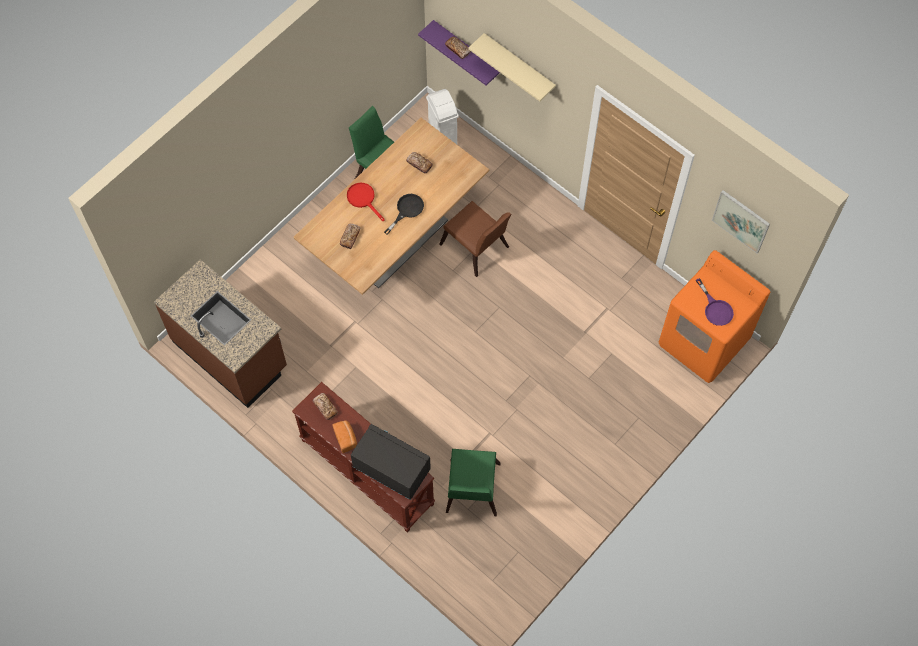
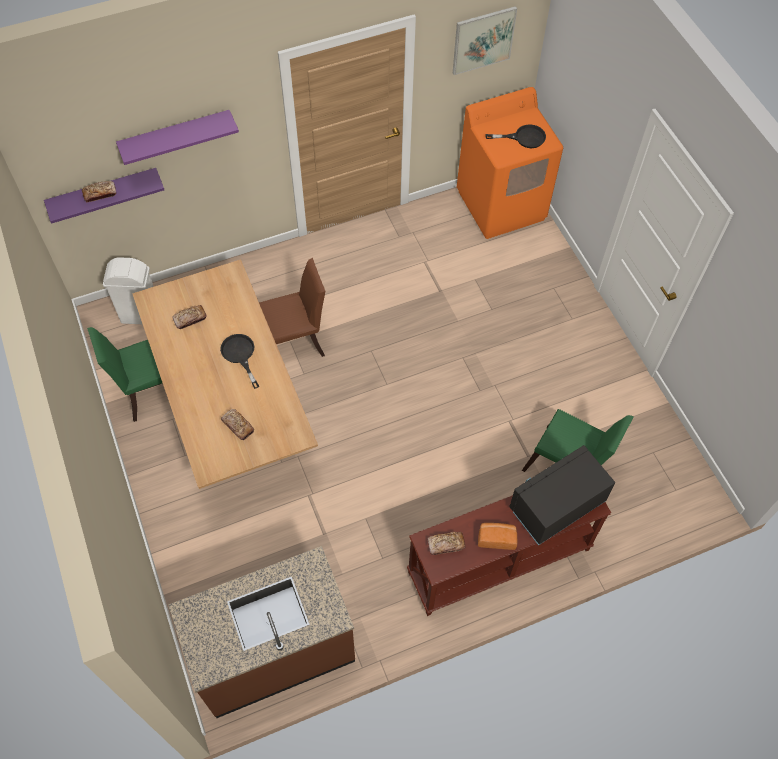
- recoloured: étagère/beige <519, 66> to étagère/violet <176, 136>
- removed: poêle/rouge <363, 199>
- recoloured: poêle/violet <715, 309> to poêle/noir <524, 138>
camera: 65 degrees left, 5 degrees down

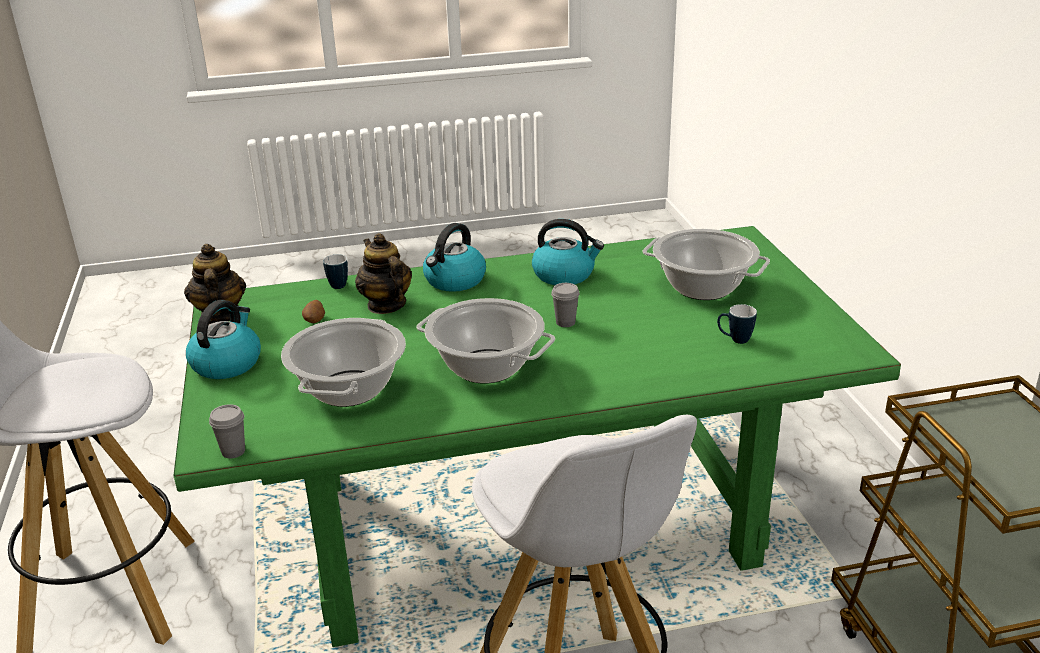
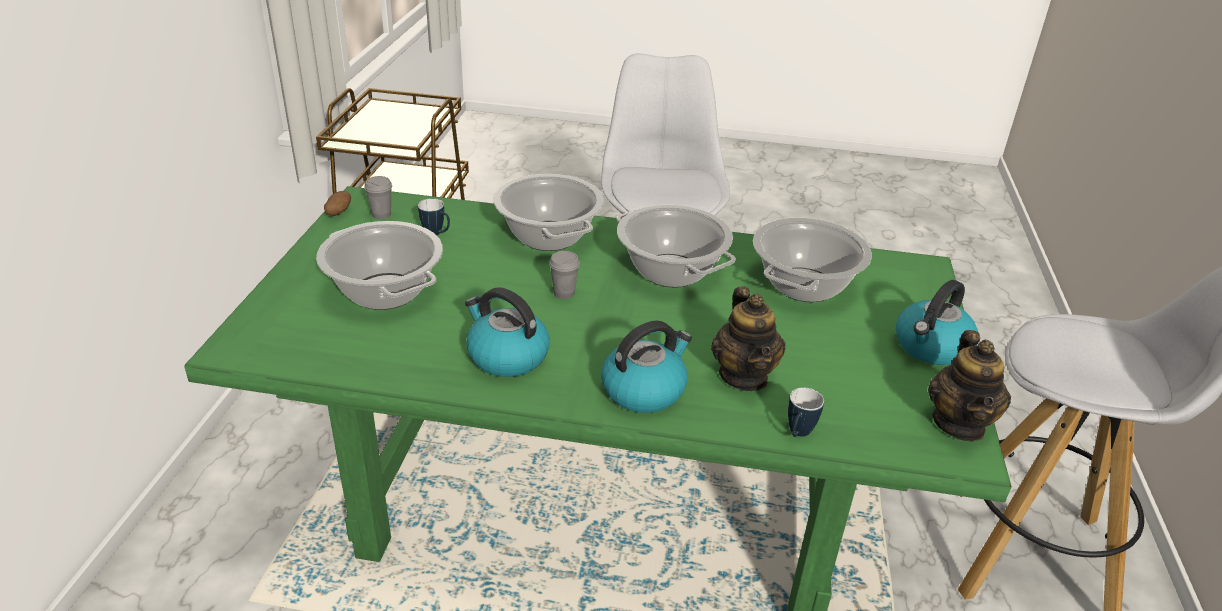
- moved: pomme de terre <315, 322> to <338, 213>
- moved: tasse/gris <233, 451> to <381, 215>
- added: marmite <548, 236>
camera: 160 degrees left, 5 degrees up

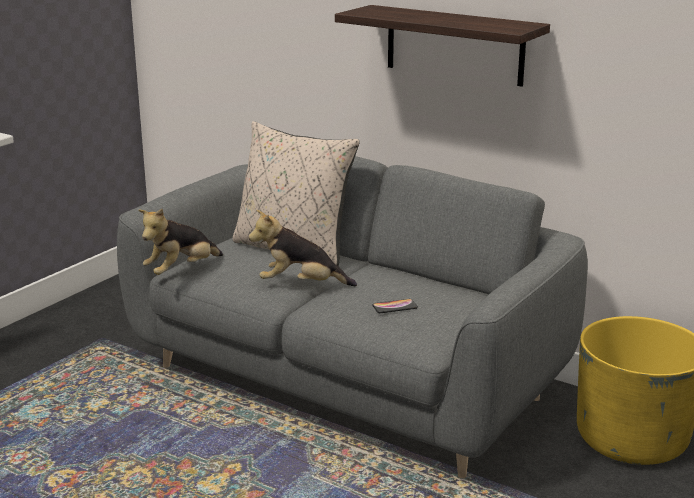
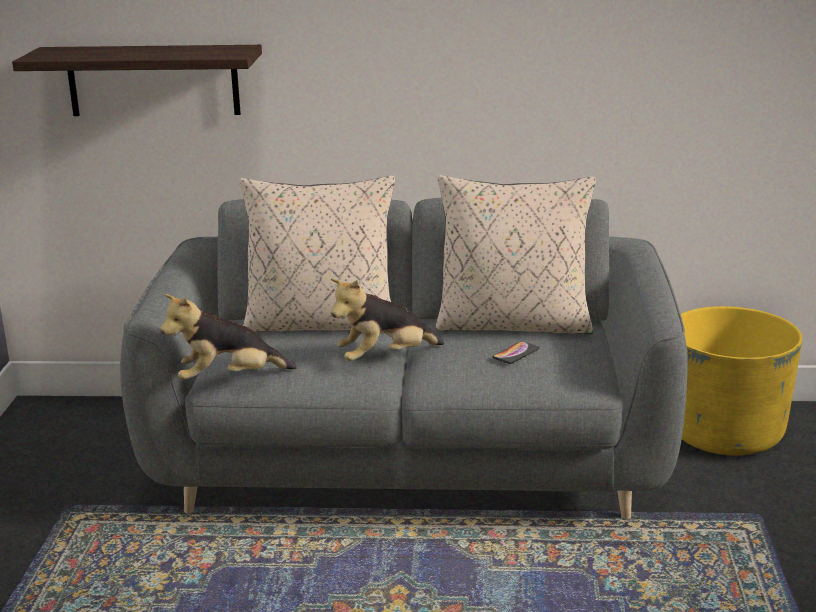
- moved: étagère <454, 45> to <153, 80>
- turned: peluche <181, 270> = <228, 379> 60 degrees clockwise
- added: coussin/beige <514, 324>
camera: 30 degrees left, 0 degrees up

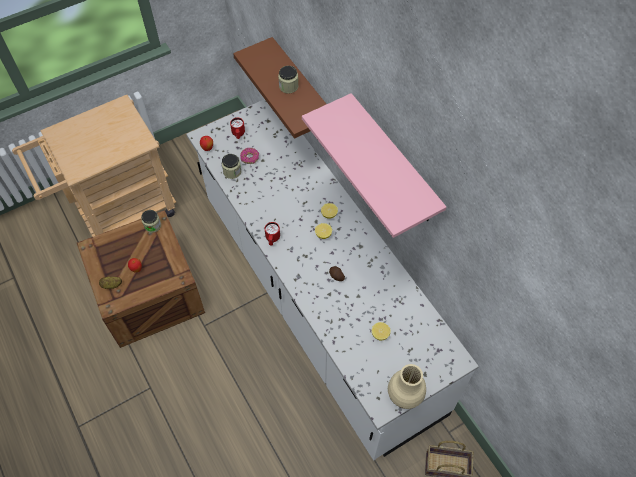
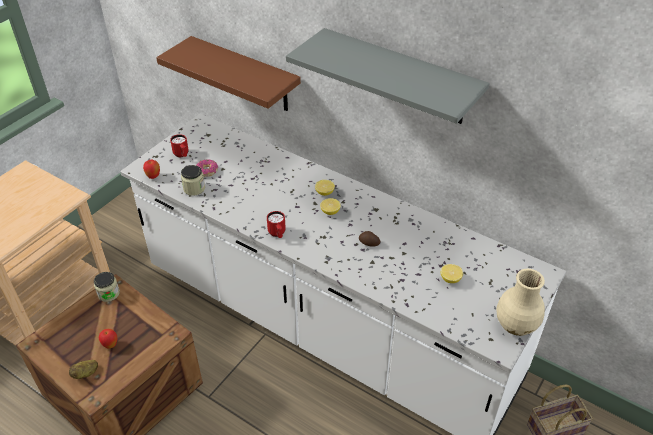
- removed: bocal <288, 86>
- recoloured: étagère/rose <394, 161> to étagère/gris <400, 77>
camera: 25 degrees left, 15 degrees down

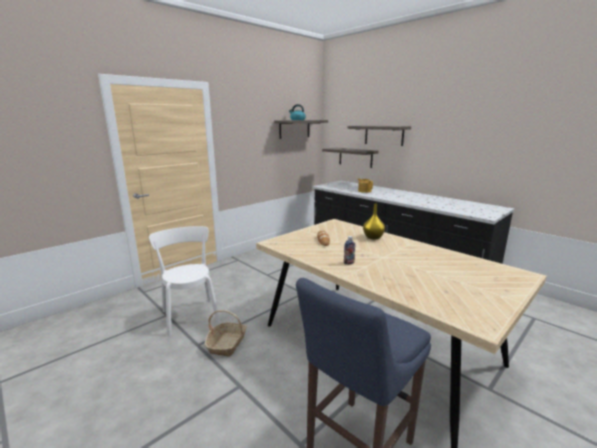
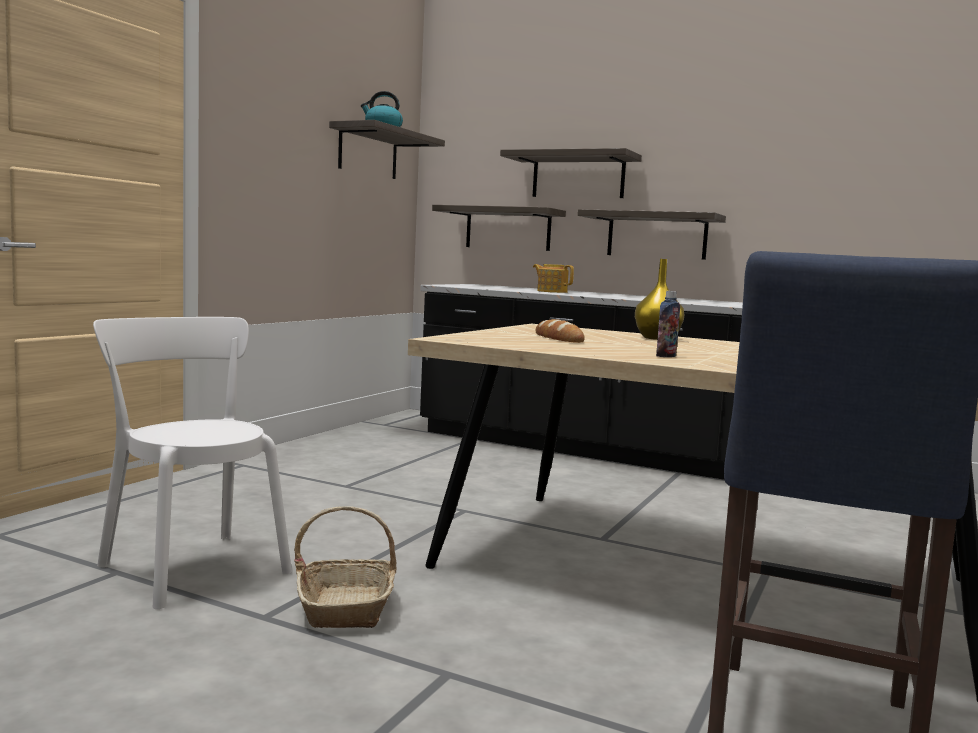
- added: étagère <656, 235>
camera: 20 degrees left, 10 degrees down

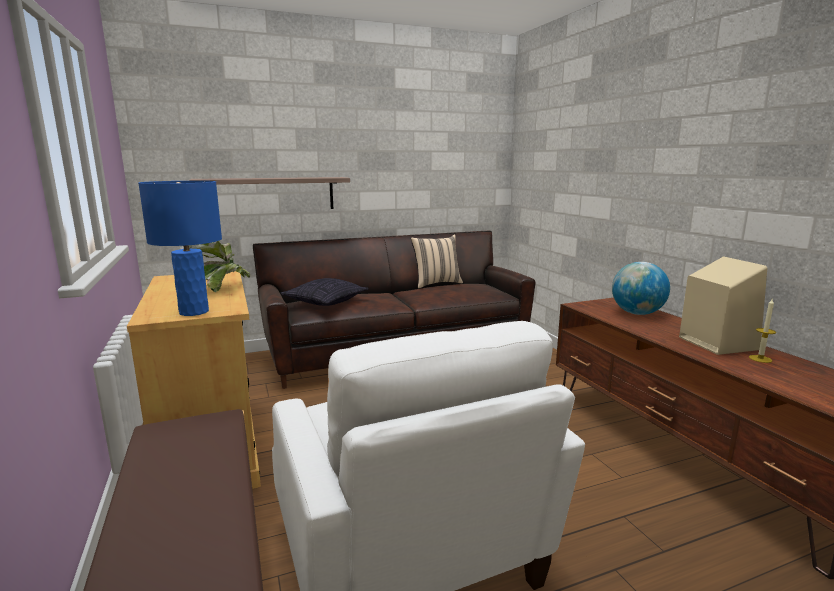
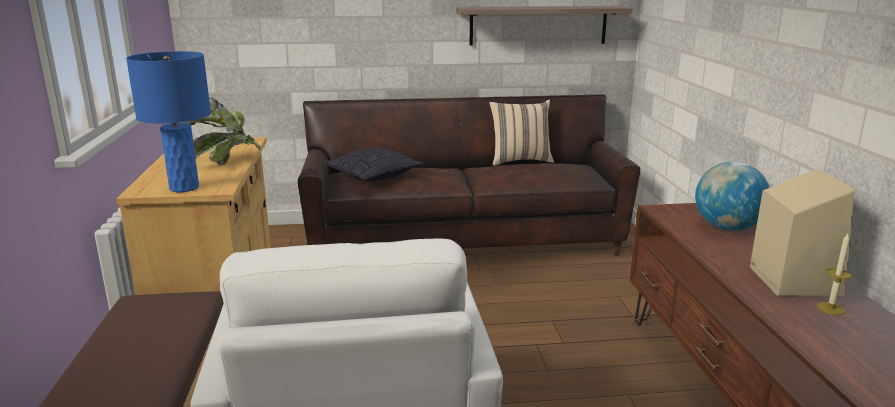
- moved: étagère <272, 194> to <538, 25>
camera: 15 degrees right, 5 degrees up

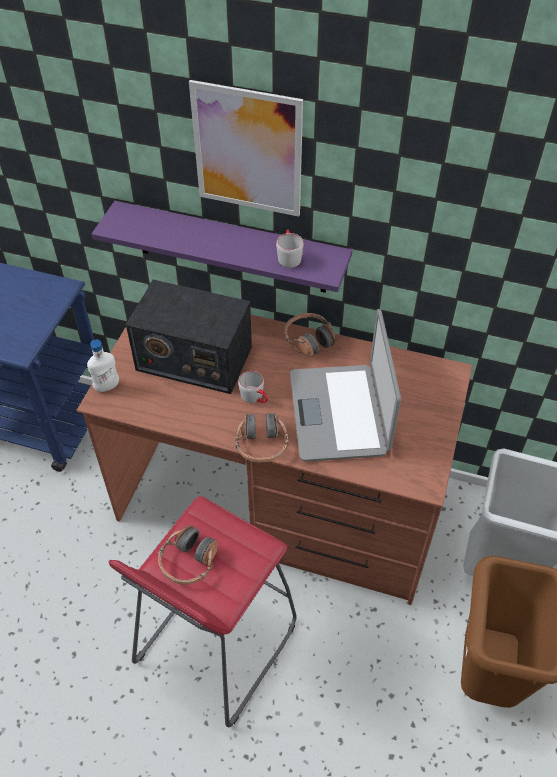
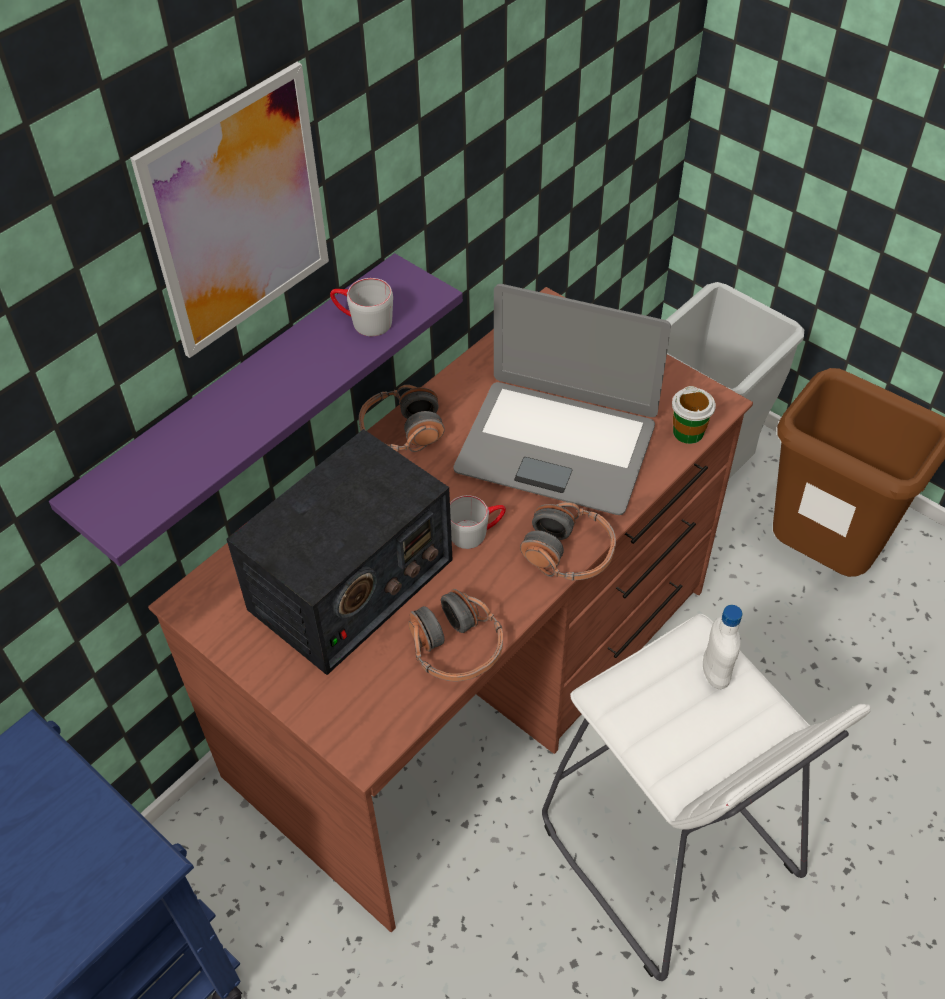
- moved: bouteille/blanc <107, 386> to <715, 673>
- recoloured: tabouret/rouge <215, 643> to tabouret/blanc <668, 852>
- moved: casque audio <188, 561> to <456, 648>
- added: tasse <688, 432>
camera: 65 degrees left, 0 degrees up

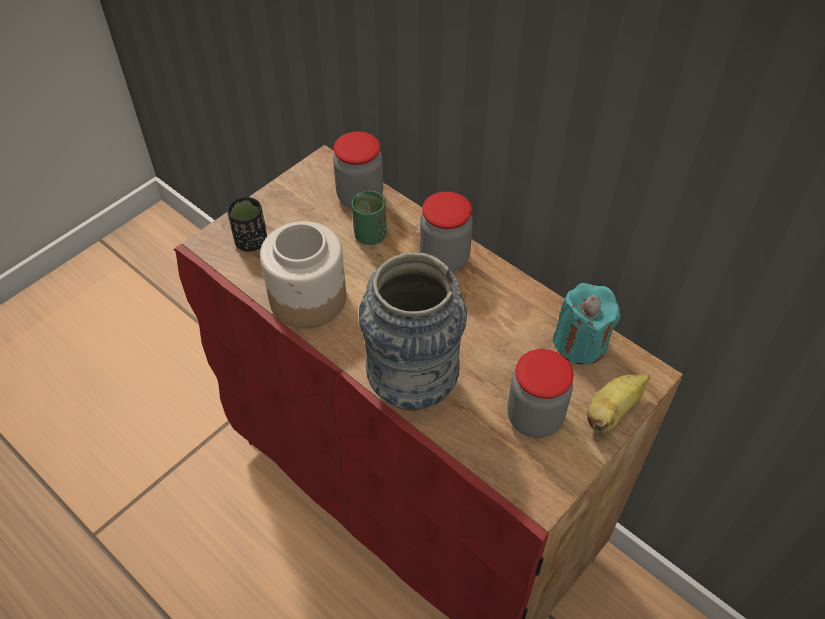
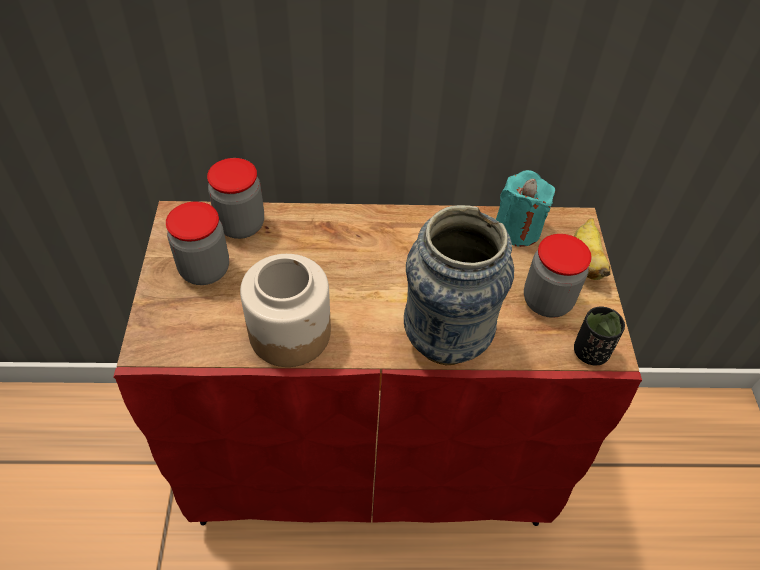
- removed: tasse/vert <370, 235>
- moved: bocal <444, 258> to <205, 270>
- moved: tasse/noir <251, 242> to <590, 352>
camera: 45 degrees left, 0 degrees up

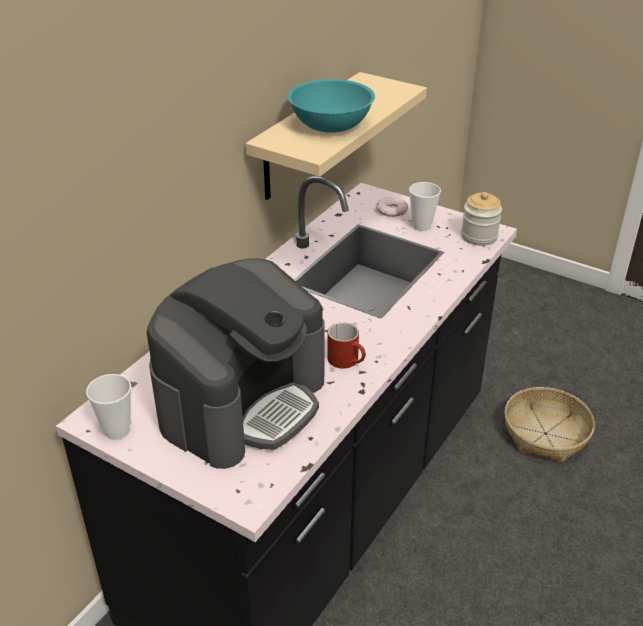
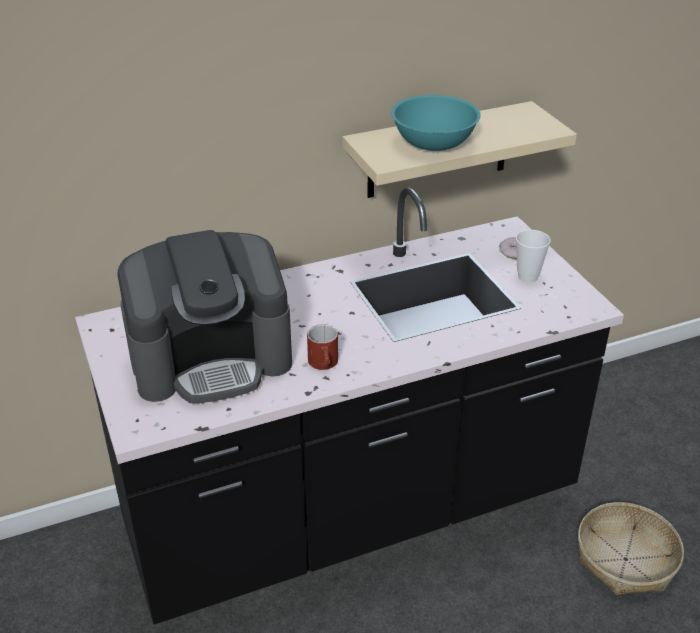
- removed: bocal <479, 236>
- removed: tasse <117, 430>
camera: 35 degrees right, 0 degrees up

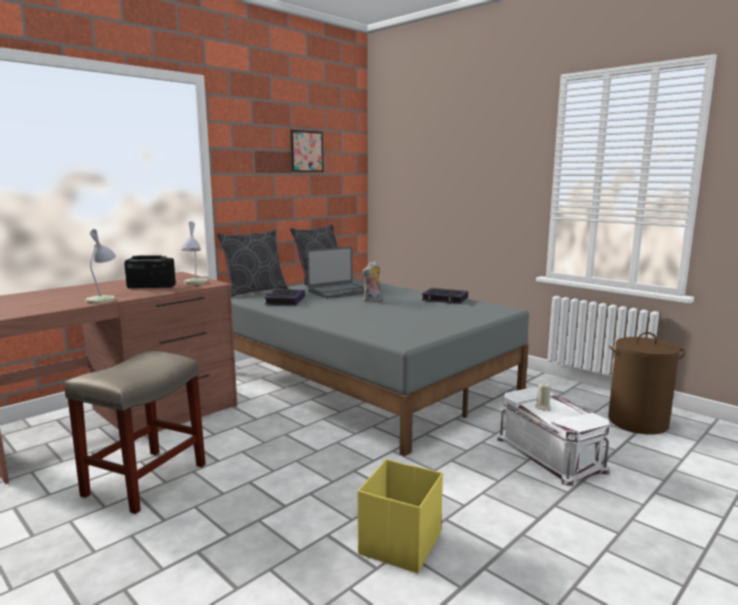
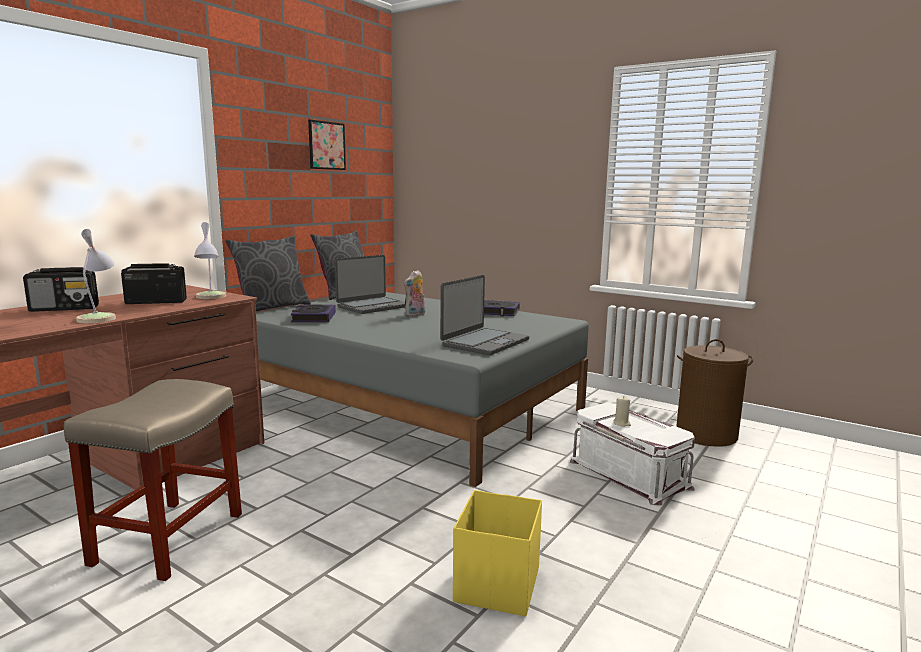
- added: radio <65, 309>
- added: ordinateur portable <484, 342>
camera: 10 degrees left, 0 degrees up

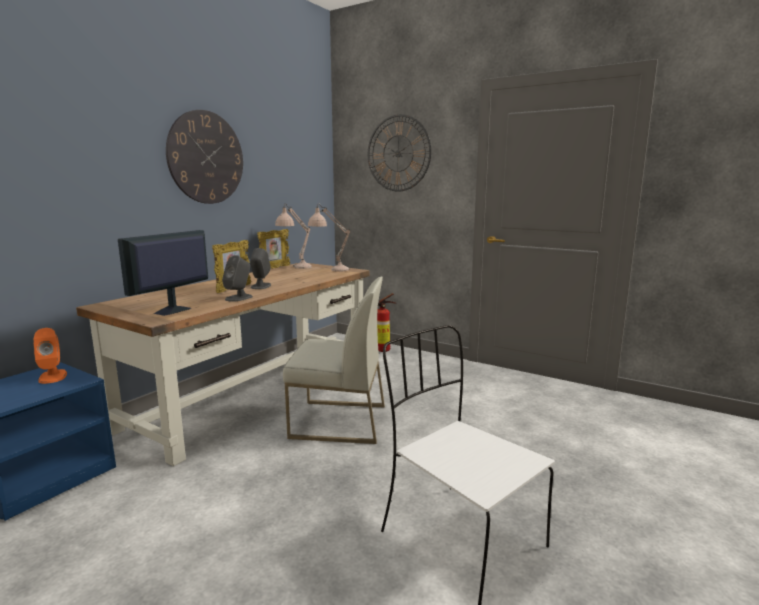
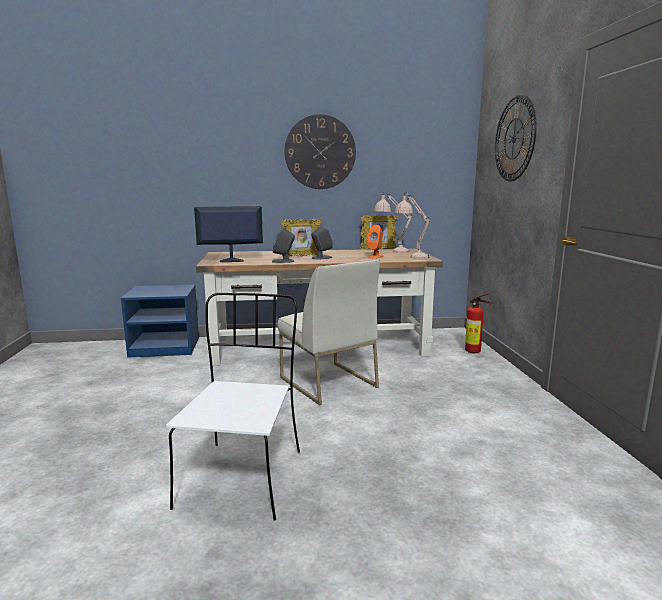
- moved: enceinte/orange <53, 376> to <375, 256>
camera: 50 degrees right, 0 degrees up

